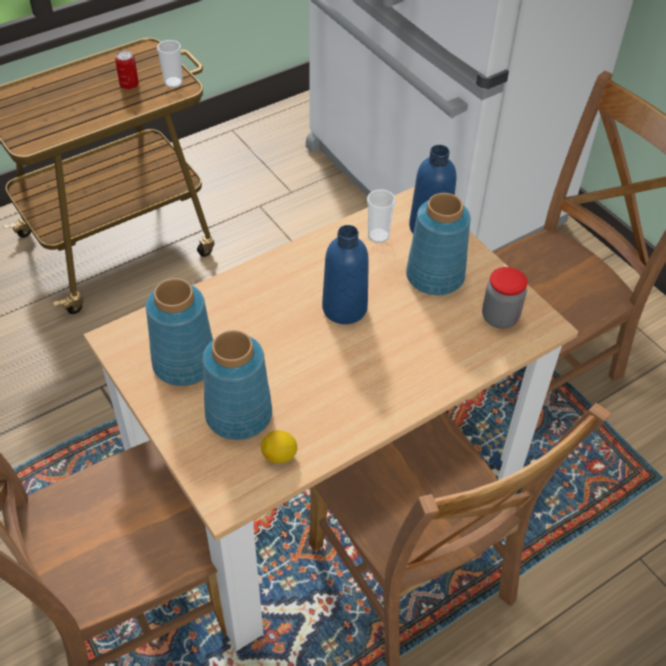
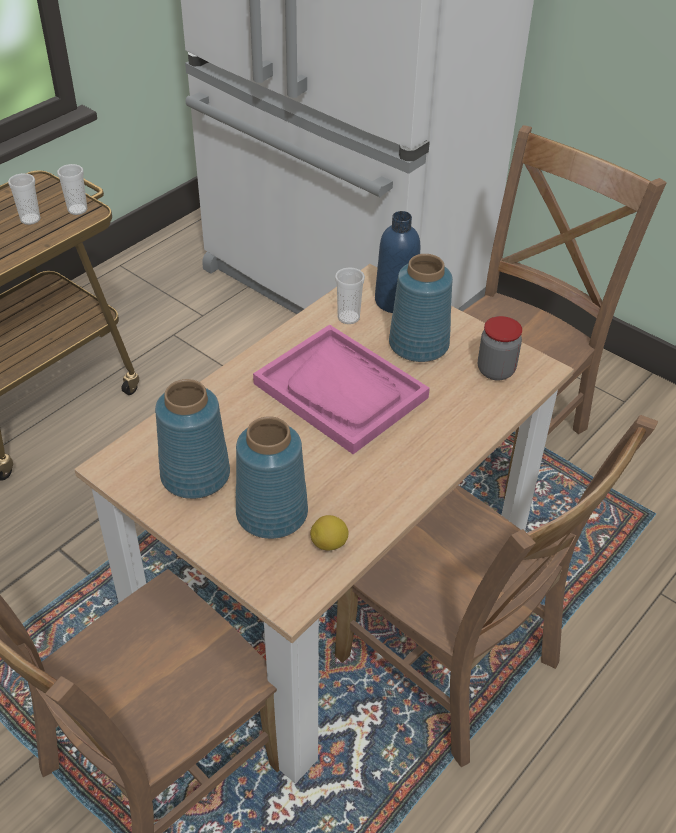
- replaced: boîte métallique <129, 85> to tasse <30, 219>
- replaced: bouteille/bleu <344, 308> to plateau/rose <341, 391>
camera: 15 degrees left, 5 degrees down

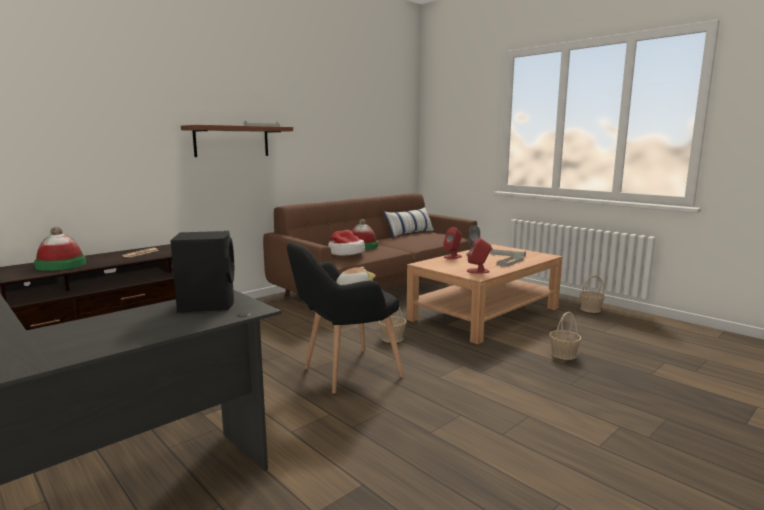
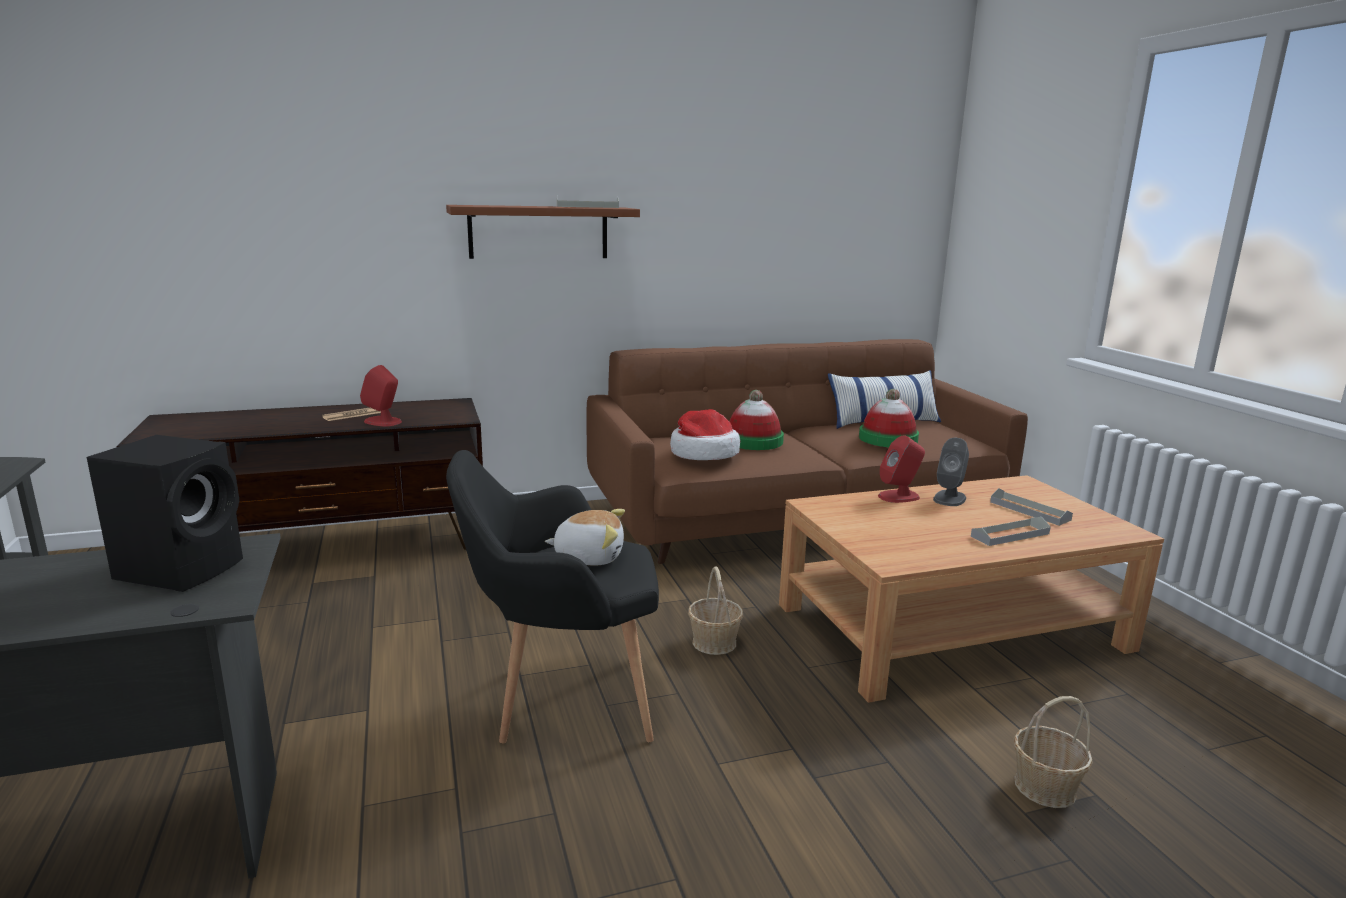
- moved: chapeau <61, 265> to <888, 439>
- moved: enceinte/rouge <478, 271> to <383, 422>
- removed: panier <590, 309>
camera: 25 degrees right, 5 degrees up

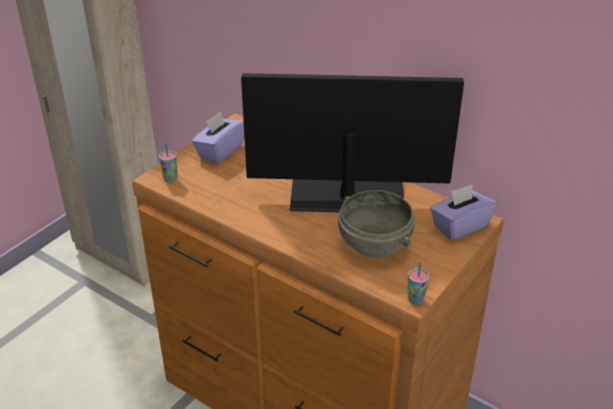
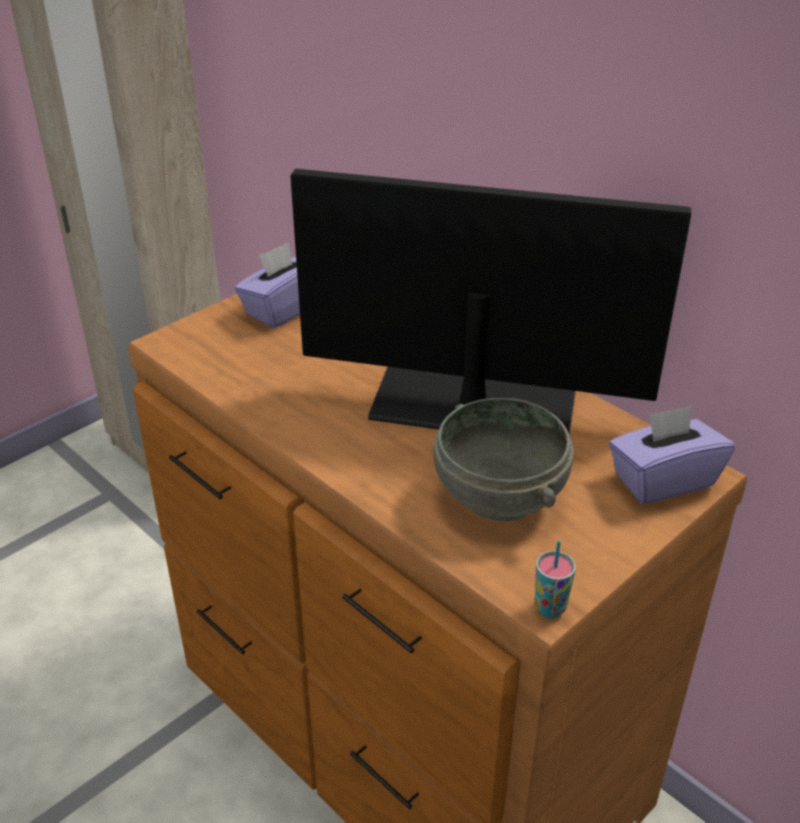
- removed: tasse <170, 178>
camera: 10 degrees right, 0 degrees up

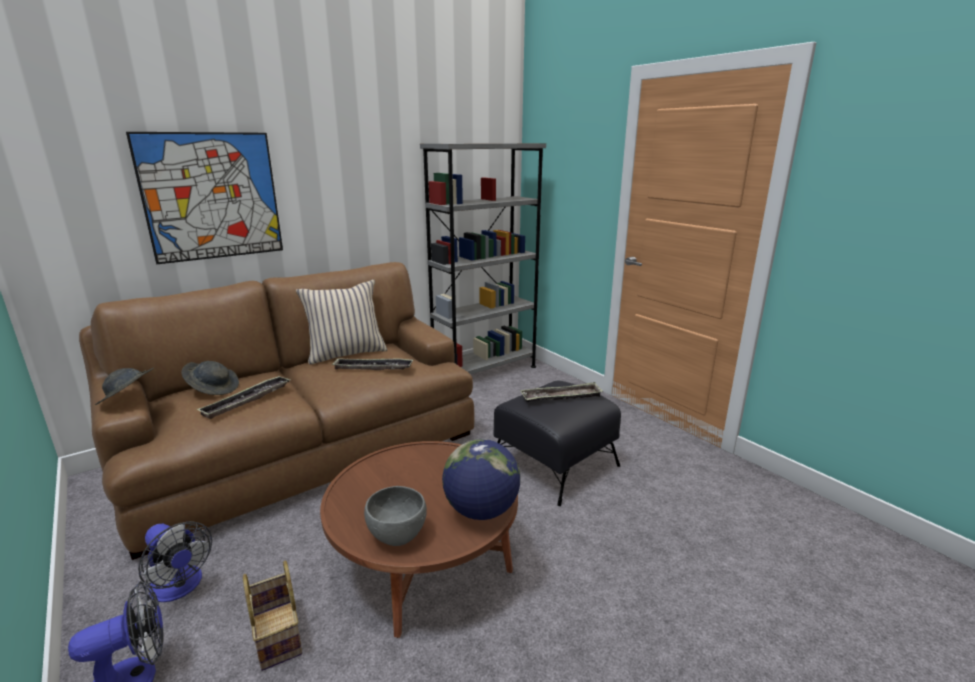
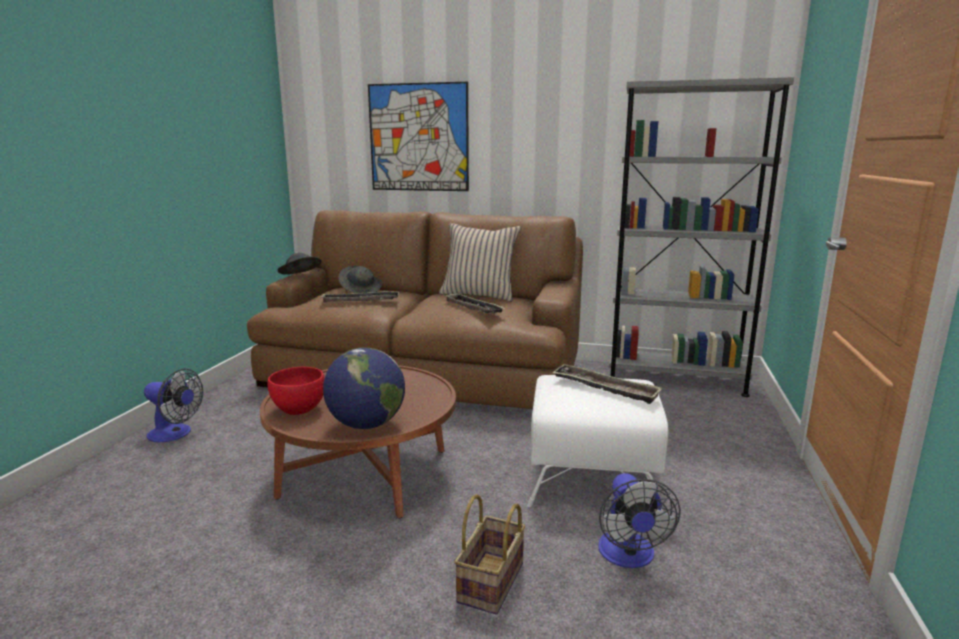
- recoloured: pouf/noir <555, 463> to pouf/blanc <593, 477>
- recoloured: bol/gris <398, 536> to bol/rouge <299, 410>
- moved: ventilateur <180, 587> to <629, 556>
- moved: panier <279, 635> to <492, 584>
camera: 50 degrees right, 5 degrees down

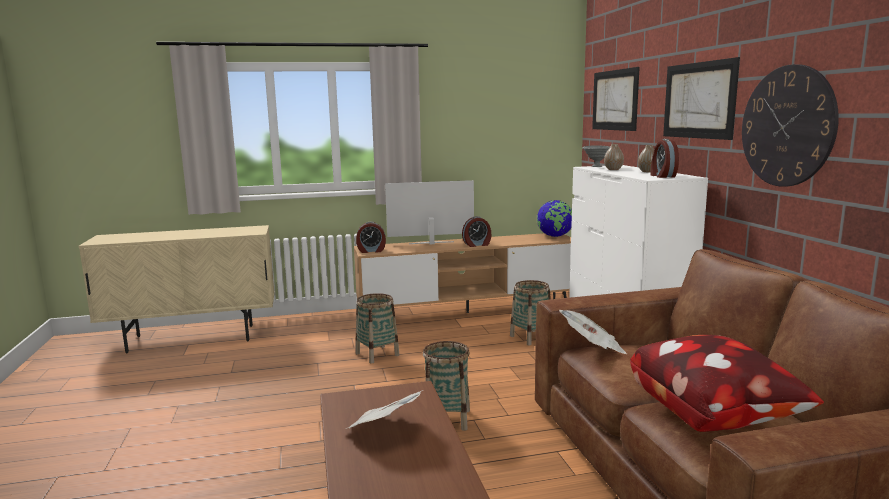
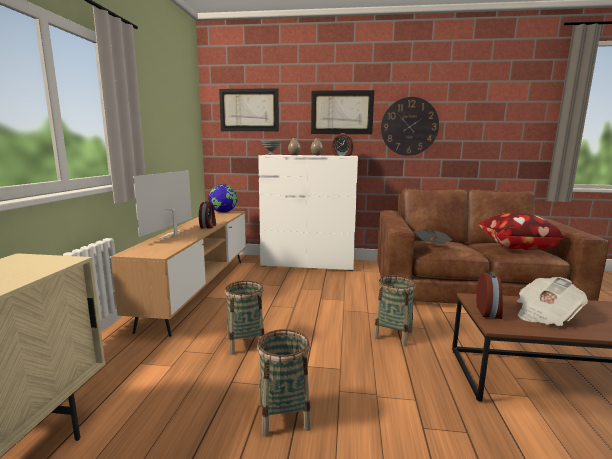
- moved: réveil <371, 251> to <489, 312>
- moved: panier <531, 337> to <283, 415>
camera: 70 degrees left, 0 degrees up

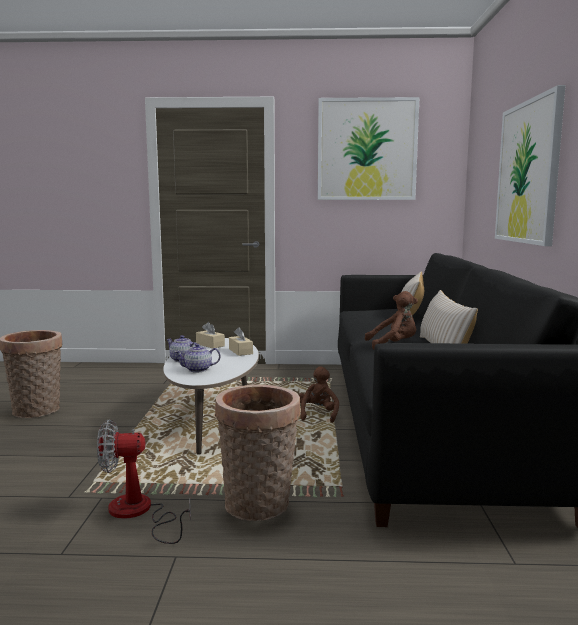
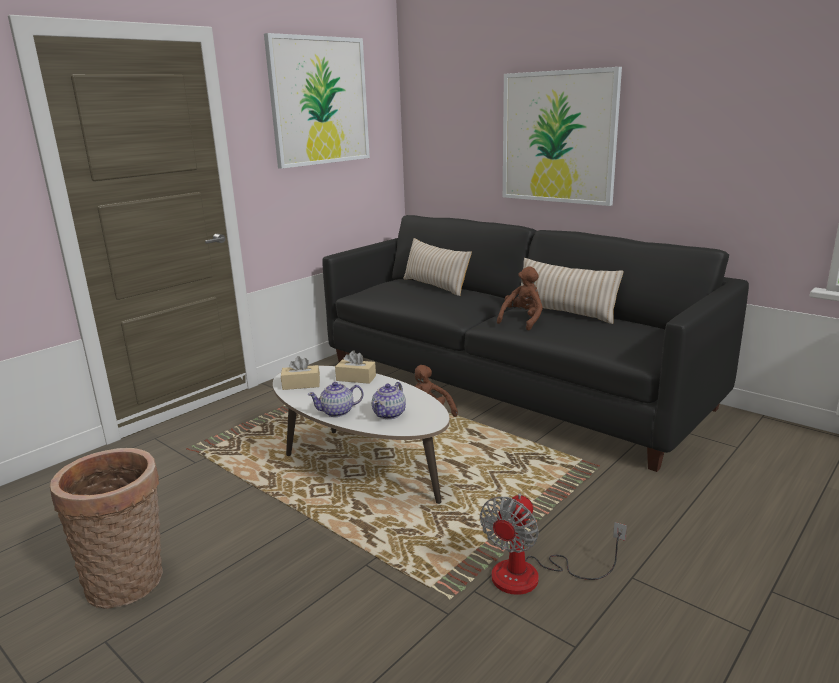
- removed: panier <258, 507>
camera: 50 degrees left, 10 degrees up

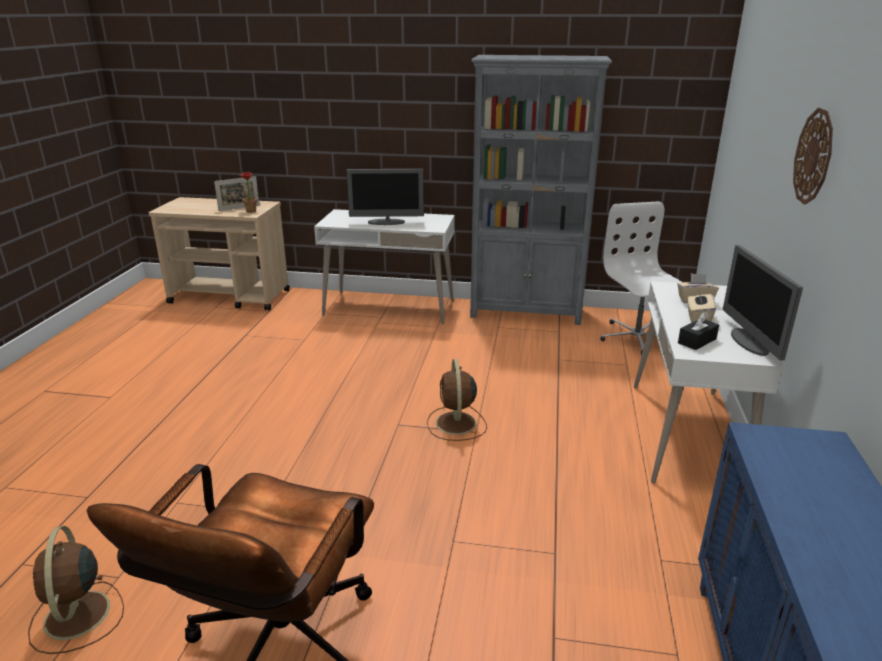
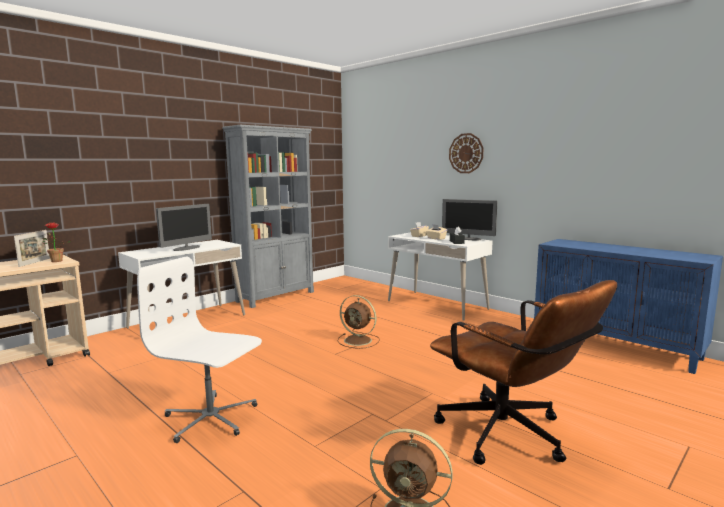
- moved: chaise de bureau/blanc <636, 337> to <210, 418>
camera: 55 degrees left, 15 degrees down

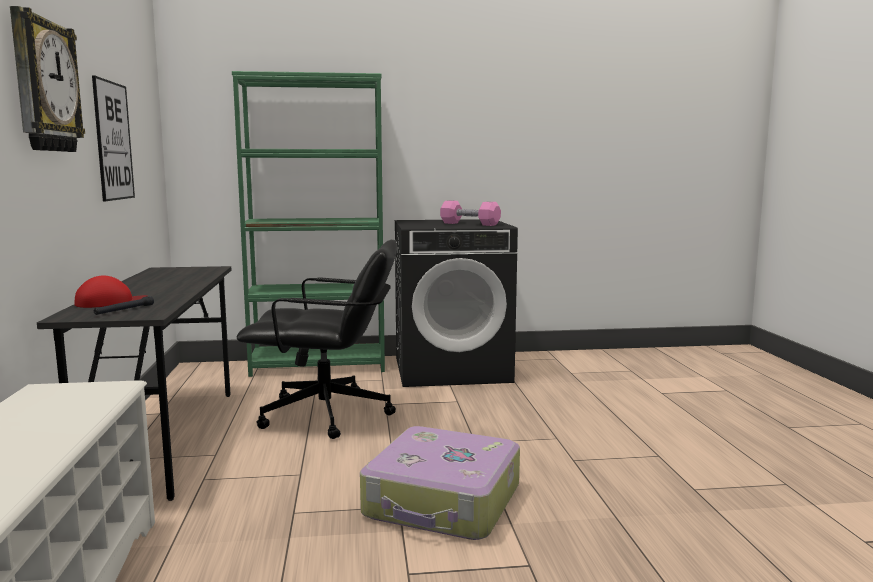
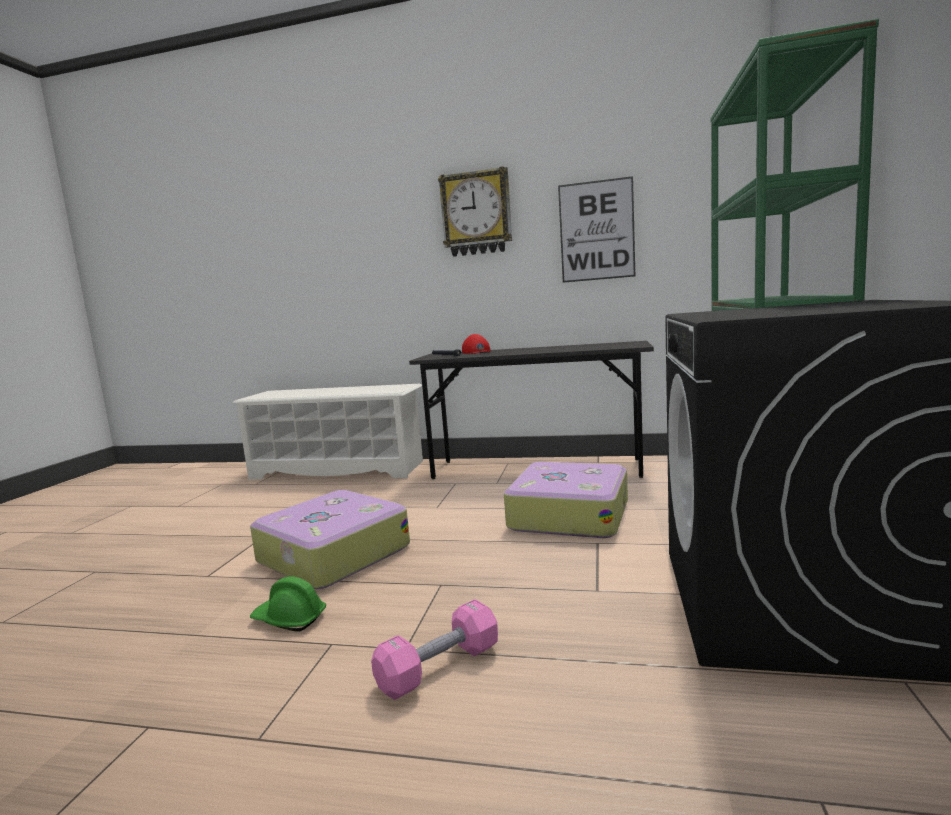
- moved: haltère/rose <469, 224> to <439, 667>
- replaced: chaise de bureau/noir <327, 415> to valise <568, 515>
- added: casque de chantier/vert <289, 619>
camera: 110 degrees right, 0 degrees up

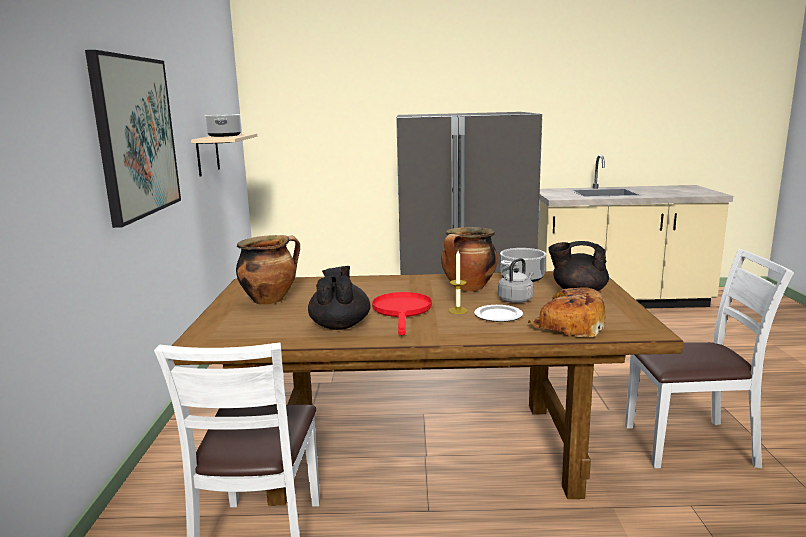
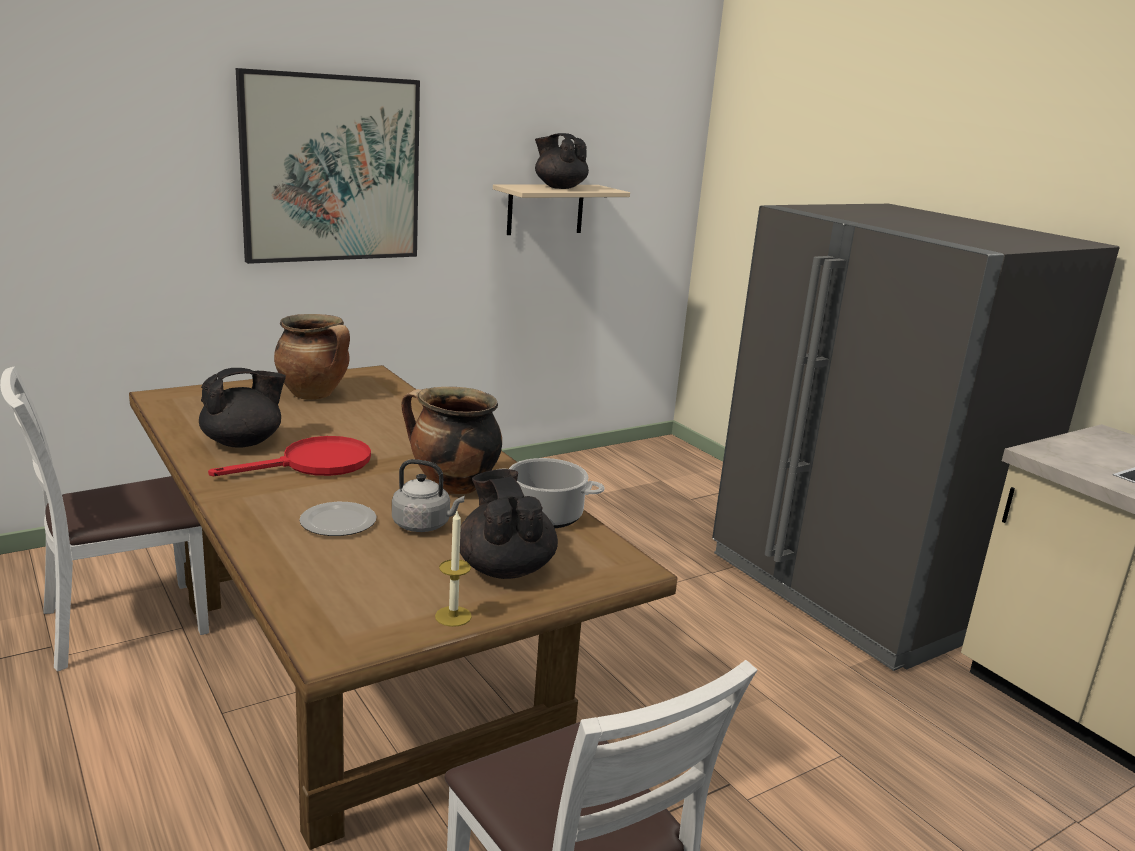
- replaced: marmite <224, 136> to théière/noir <559, 187>
- moved: bougie <458, 310> to <453, 616>
- removed: pain <567, 326>
camera: 55 degrees right, 5 degrees up

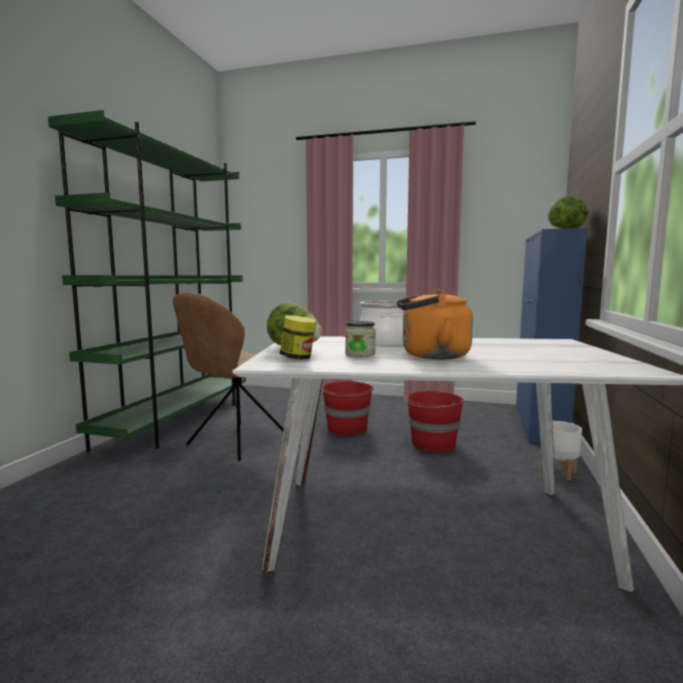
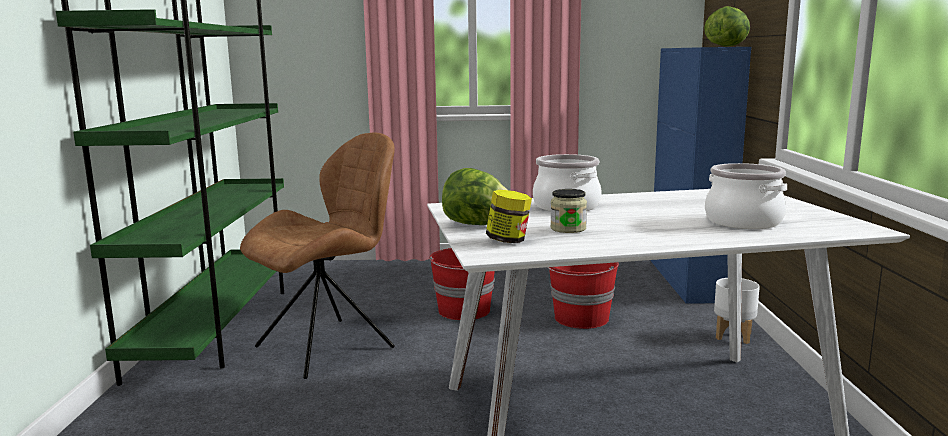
- removed: bouilloire/orange <431, 356>
- turned: chaise/marron <236, 442> = <329, 346> 150 degrees counterclockwise
- added: marmite <744, 221>
camera: 15 degrees left, 5 degrees up

